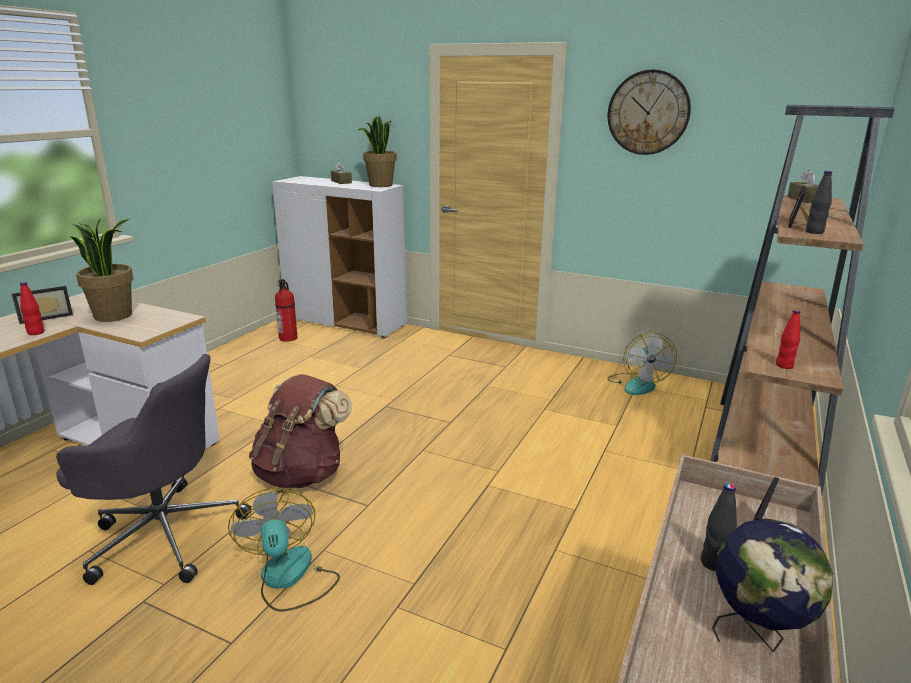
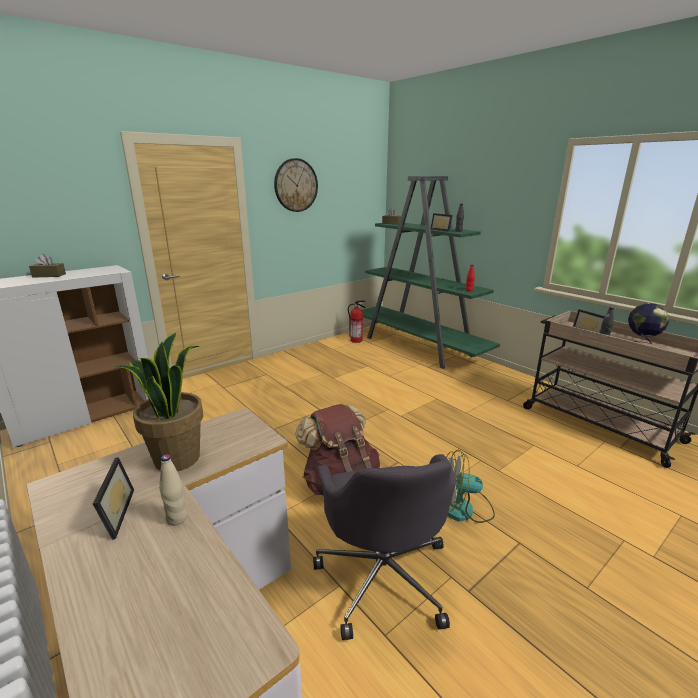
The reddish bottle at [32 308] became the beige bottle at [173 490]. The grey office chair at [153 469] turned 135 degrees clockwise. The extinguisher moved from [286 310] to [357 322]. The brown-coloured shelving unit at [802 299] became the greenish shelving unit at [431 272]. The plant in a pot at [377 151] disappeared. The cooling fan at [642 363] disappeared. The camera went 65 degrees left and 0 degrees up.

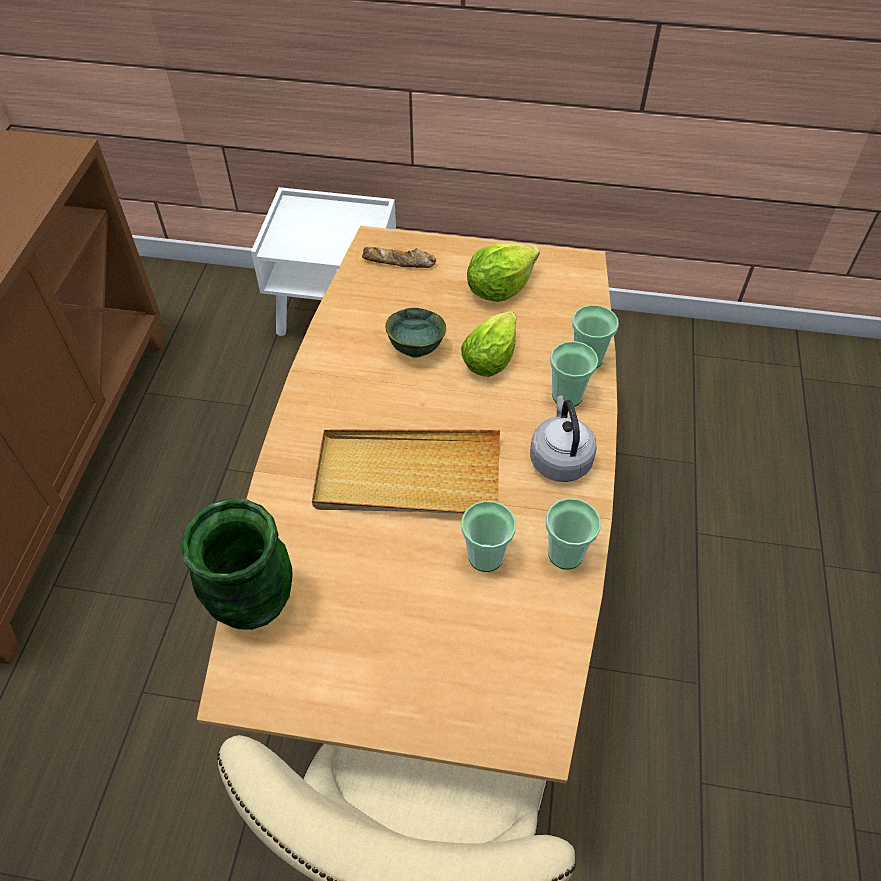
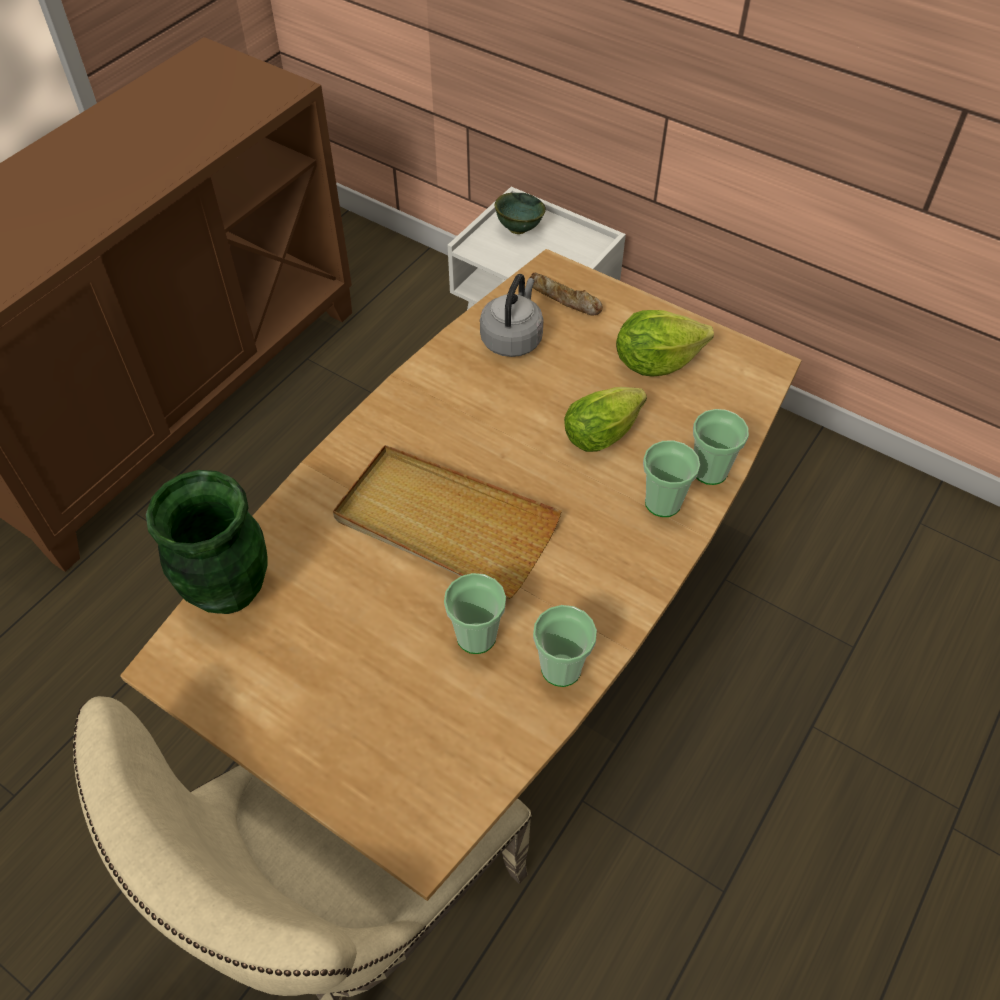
The grey water kettle moved from [563 438] to [511 315]. The greenish serving bowl moved from [416 333] to [520 213]. The camera went 25 degrees right and 0 degrees up.

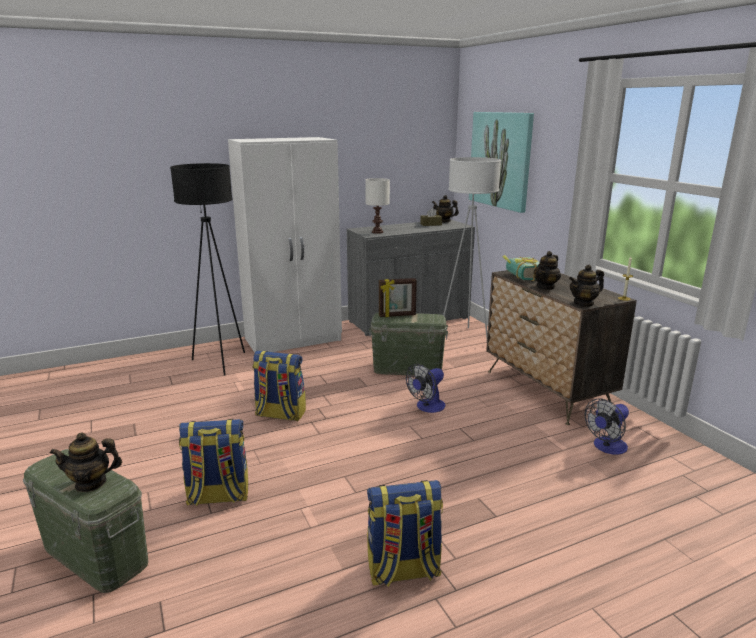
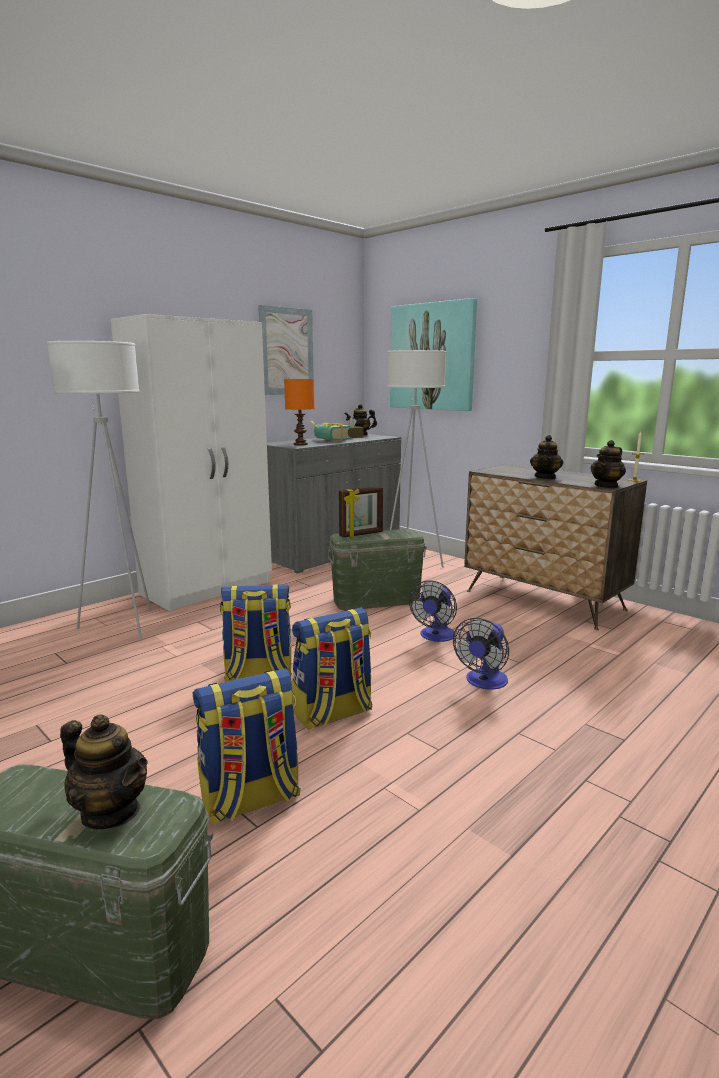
The black standard lamp at [207 269] became the whitish standard lamp at [99 490]. The pot for tea at [86 462] turned 120 degrees counterclockwise. The picture at [286 350] appeared. The whitish tabletop lamp at [377 206] became the orange tabletop lamp at [299 412]. The knapsack moved from [405 533] to [332 669]. The book moved from [521 268] to [331 431]. The cooling fan moved from [606 427] to [481 654]. The camera went 20 degrees left and 5 degrees down.

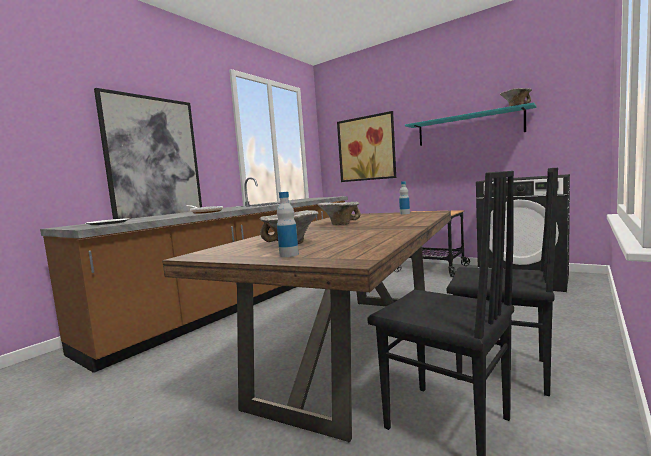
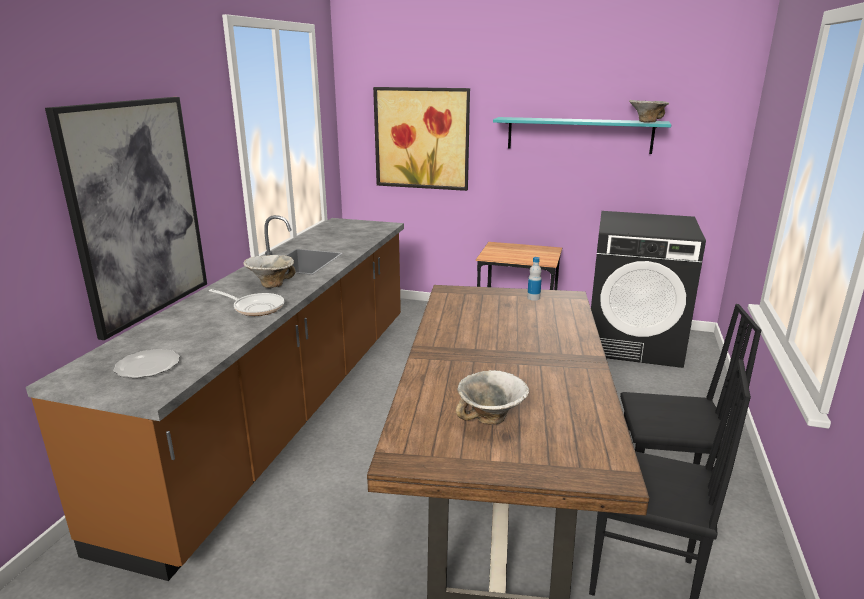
The serving bowl moved from [339 213] to [269 271]. The bottle at [288 224] disappeared. The camera went 20 degrees left and 15 degrees up.

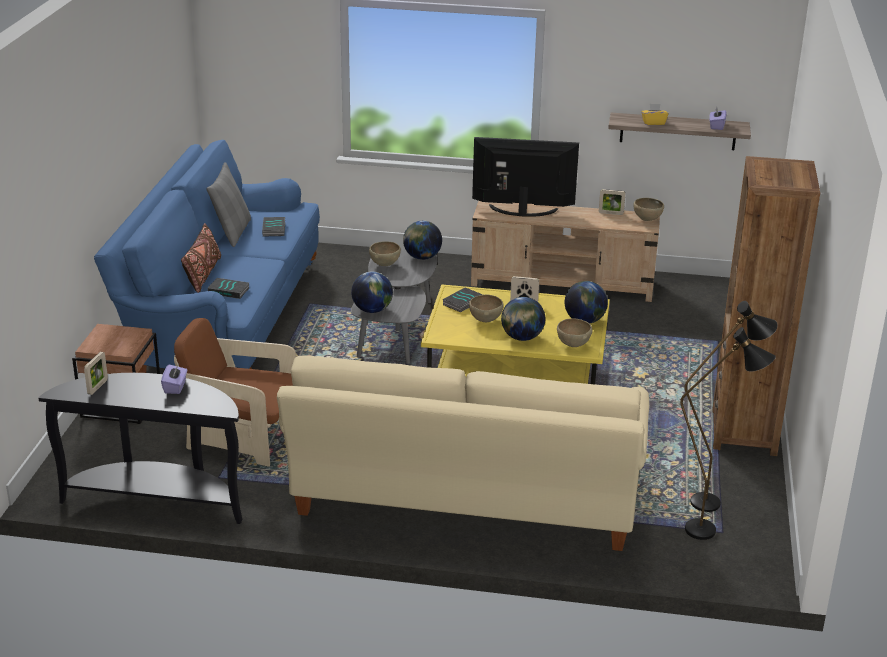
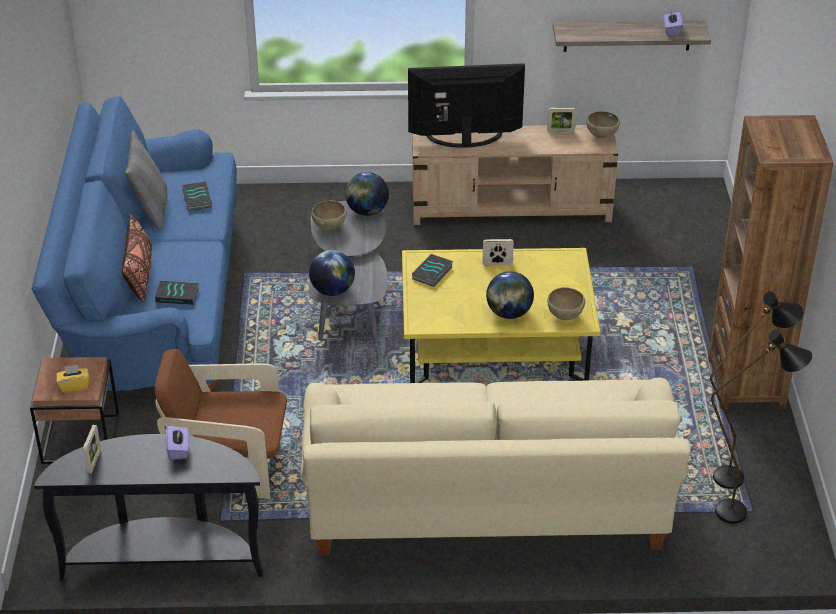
The yellow tissue holder moved from [654 114] to [72 379]. The brown-coloured serving bowl at [486 308] disappeared. The desk globe at [586 302] disappeared. The camera went 10 degrees left and 10 degrees up.

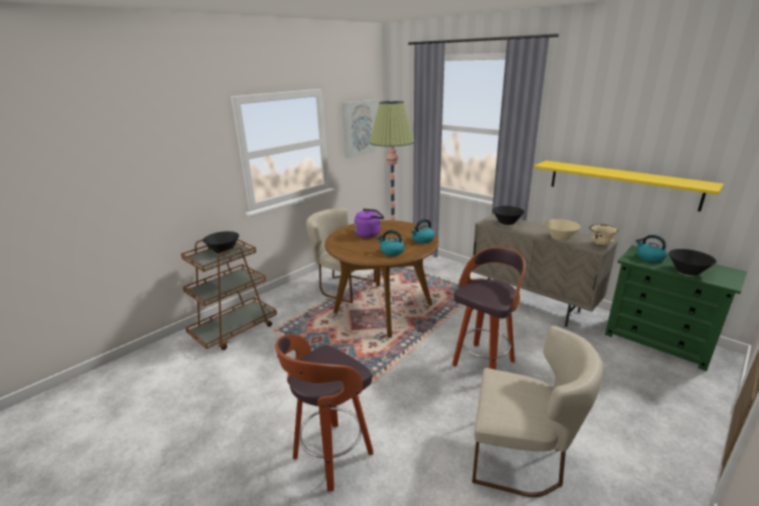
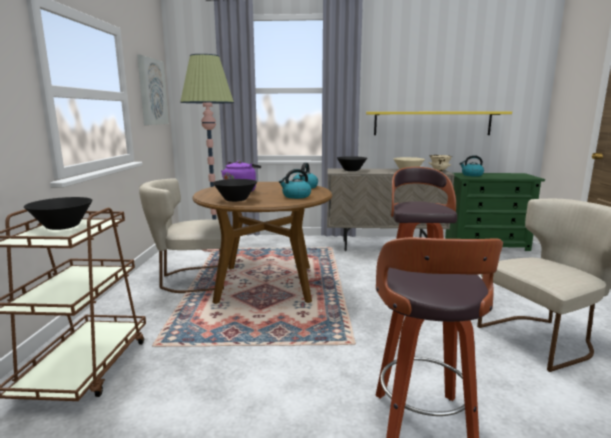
The black serving bowl moved from [693 262] to [235 190]. The camera went 40 degrees left and 10 degrees down.

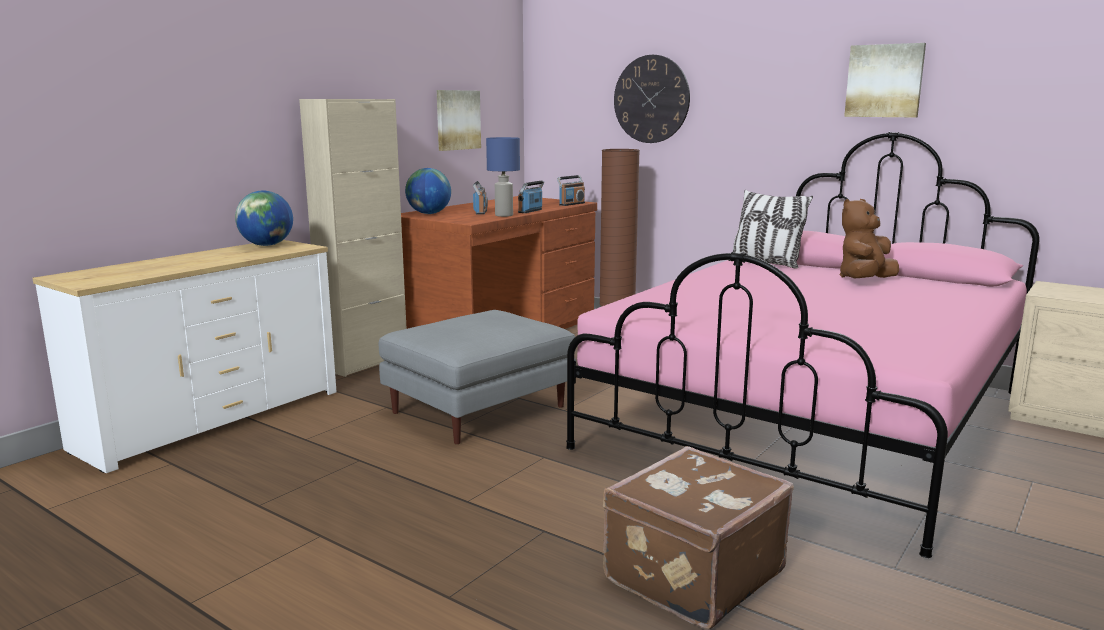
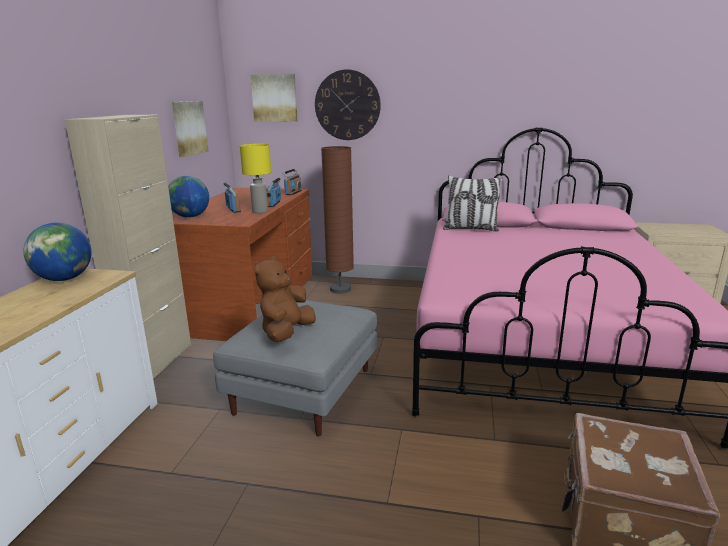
The blue tabletop lamp at [503 177] became the yellow tabletop lamp at [255 178]. The picture moved from [885 80] to [273 98]. The brown-coloured plush toy moved from [869 239] to [285 299]. The camera went 25 degrees left and 5 degrees up.

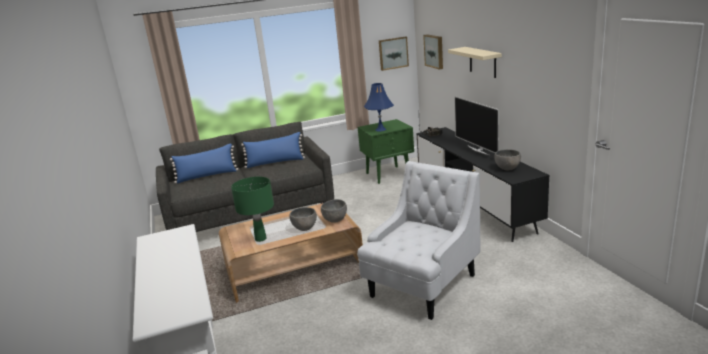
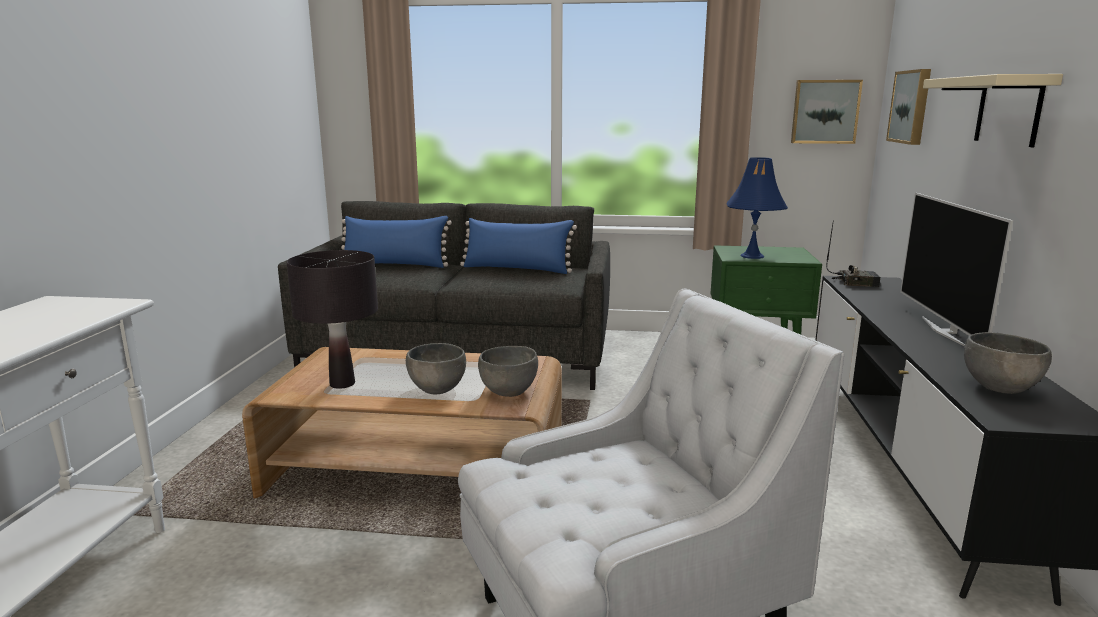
The greenish tabletop lamp at [252 209] became the black tabletop lamp at [332 319]. The camera went 25 degrees right and 5 degrees down.

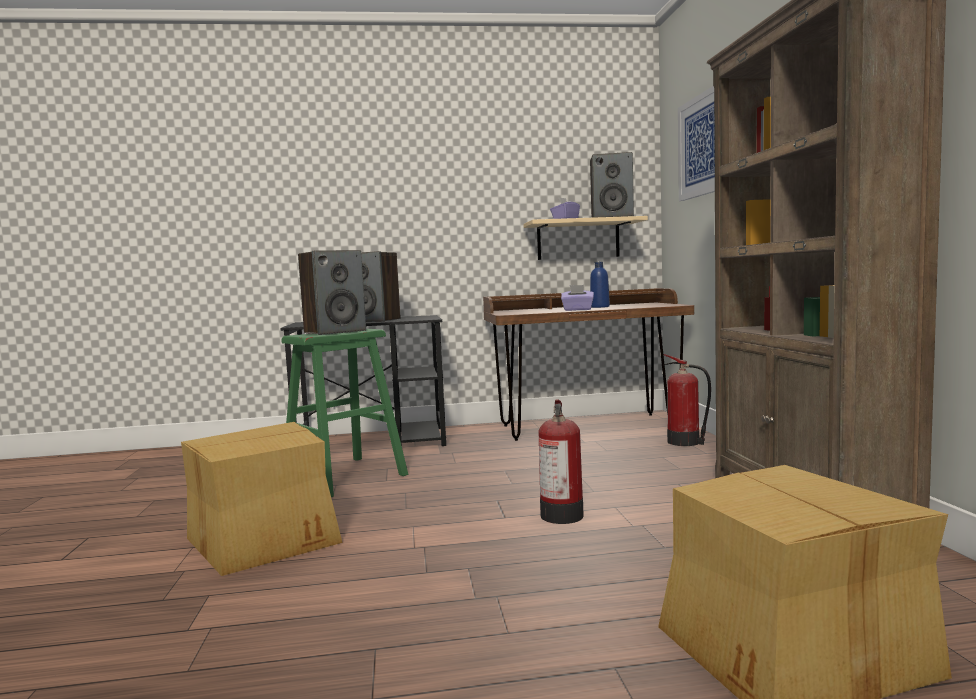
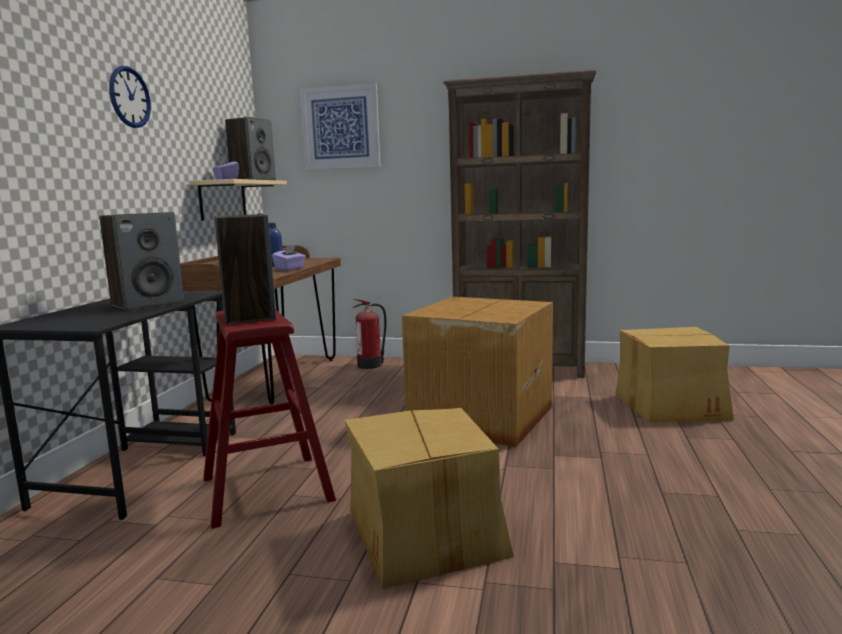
The wall clock at [130 97] appeared. The greenish stool seat at [345 413] became the reddish stool seat at [269 419]. The extinguisher at [561 461] was replaced by the carton at [477 372]. The camera went 70 degrees left and 5 degrees up.

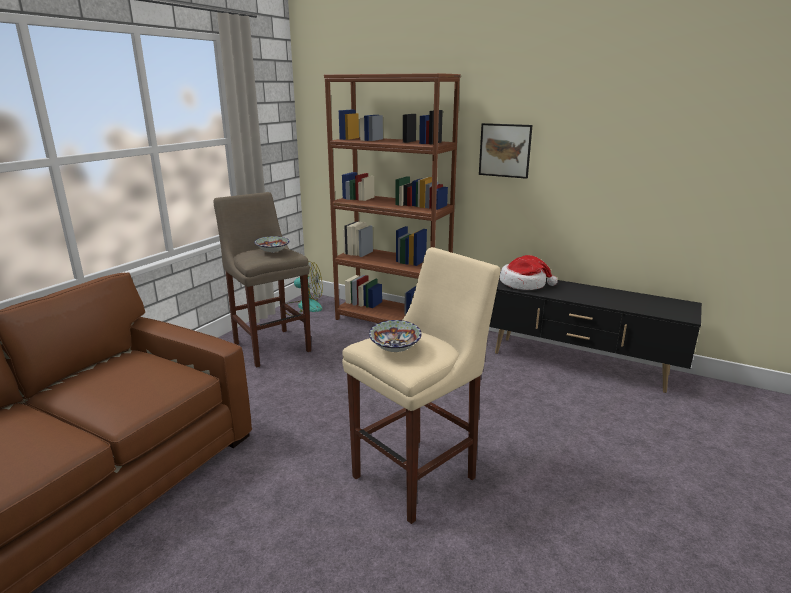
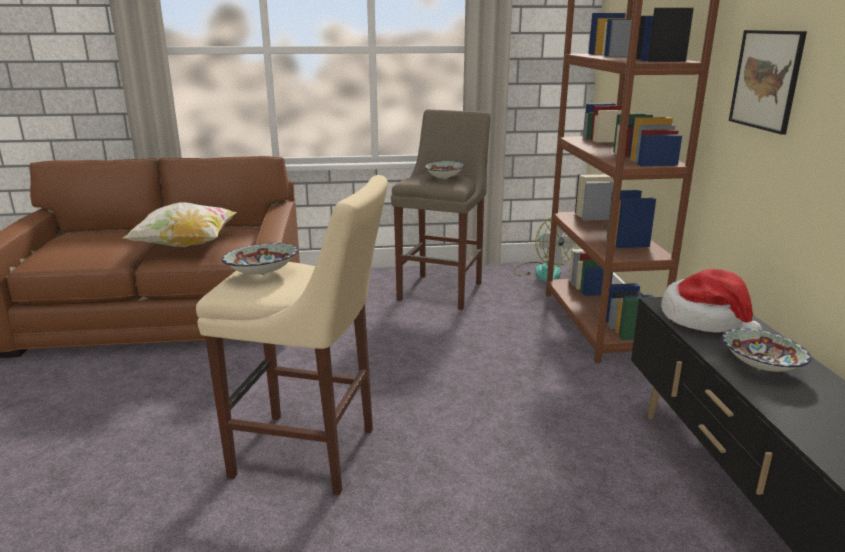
The cushion at [180 225] appeared. The serving bowl at [766 350] appeared. The camera went 55 degrees right and 0 degrees up.

